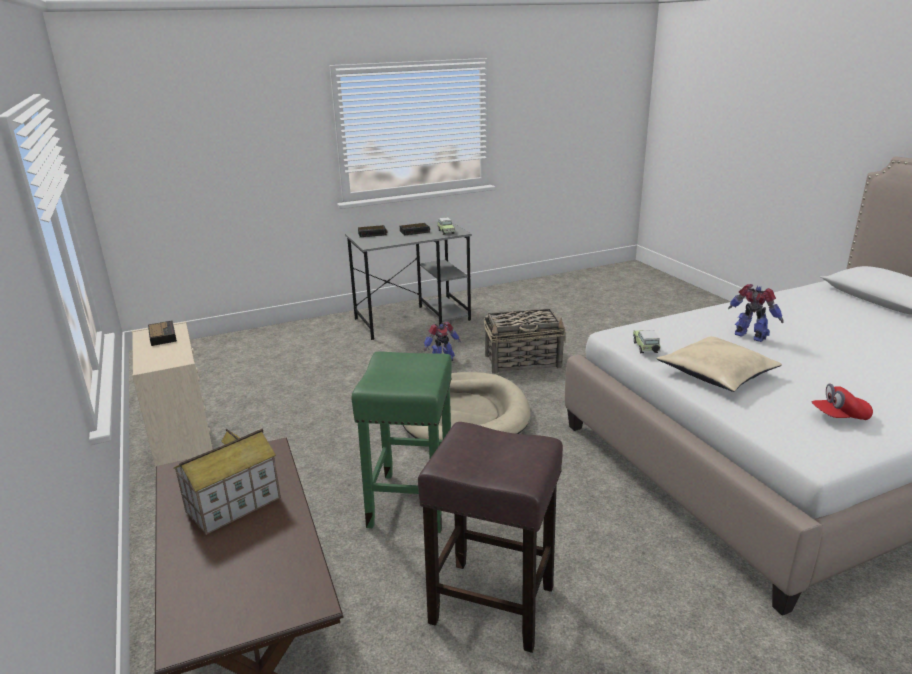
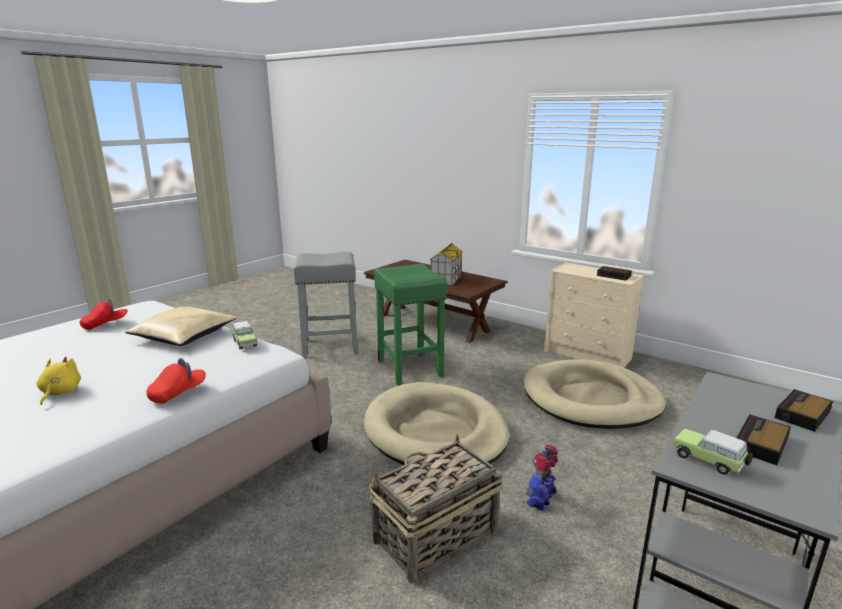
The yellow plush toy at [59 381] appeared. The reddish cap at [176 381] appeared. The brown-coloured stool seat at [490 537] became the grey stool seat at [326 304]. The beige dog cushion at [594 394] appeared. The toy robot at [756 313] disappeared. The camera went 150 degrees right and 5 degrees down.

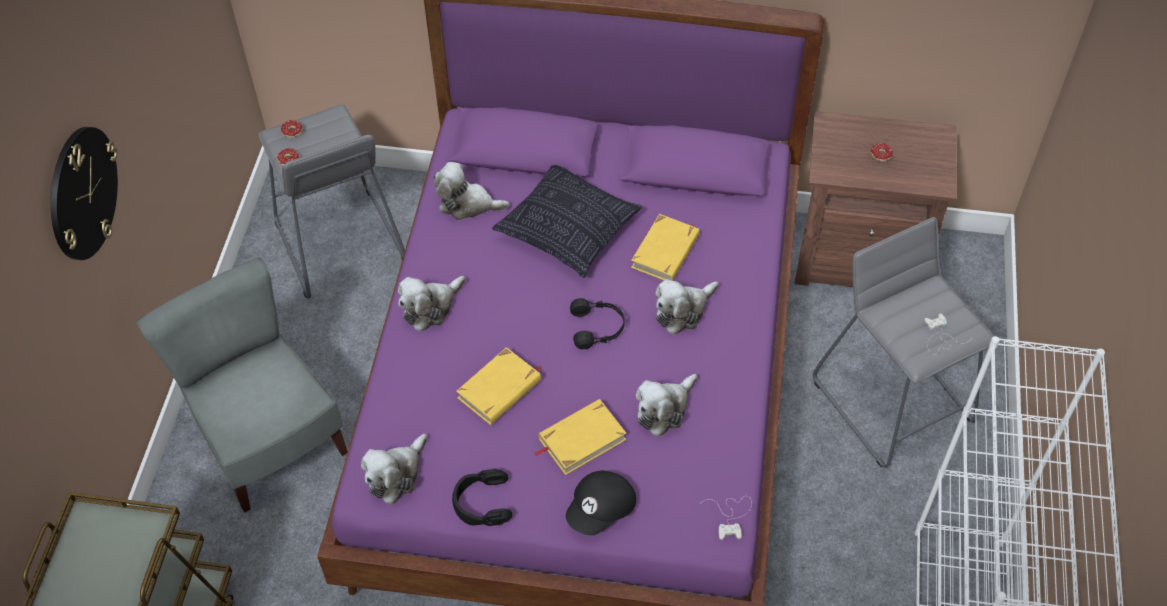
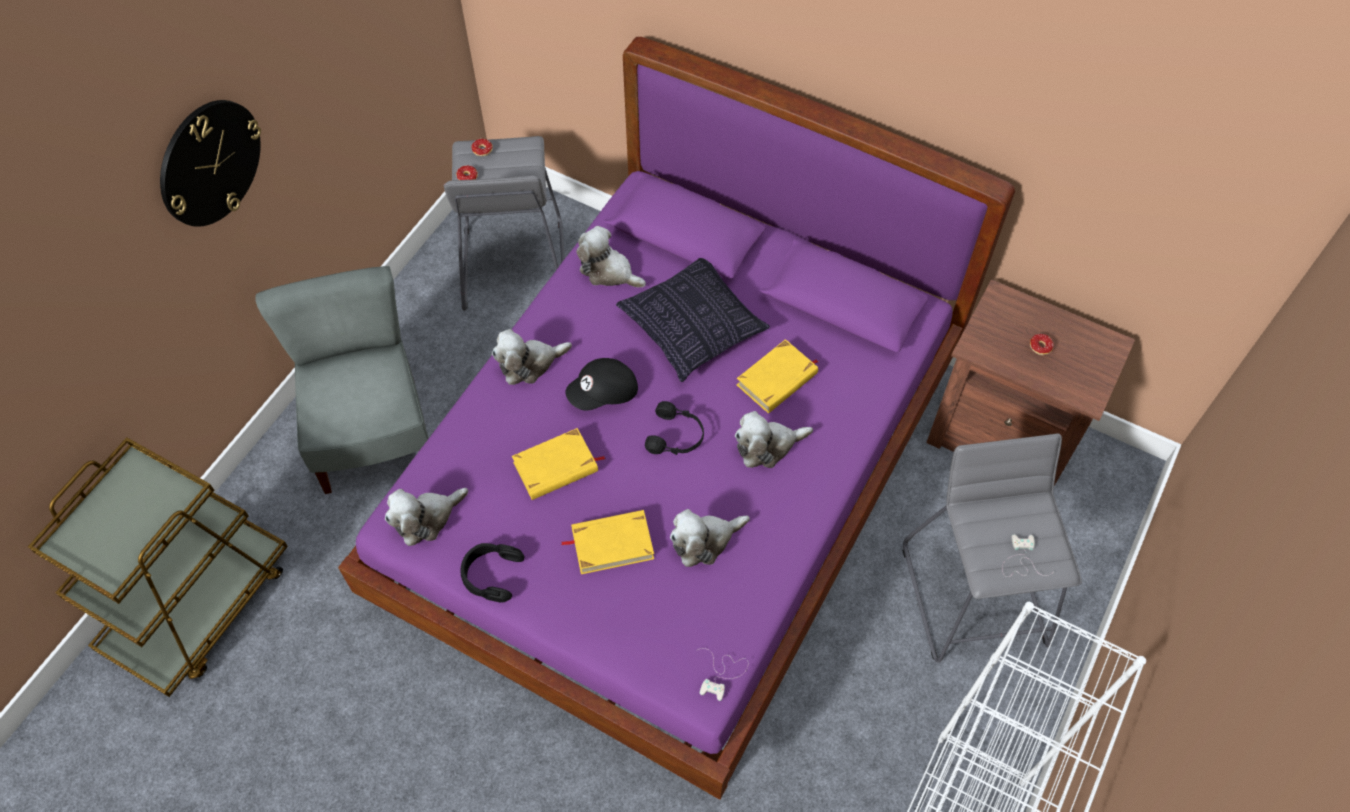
The black cap moved from [601 503] to [602 384]. The camera went 20 degrees right and 5 degrees up.

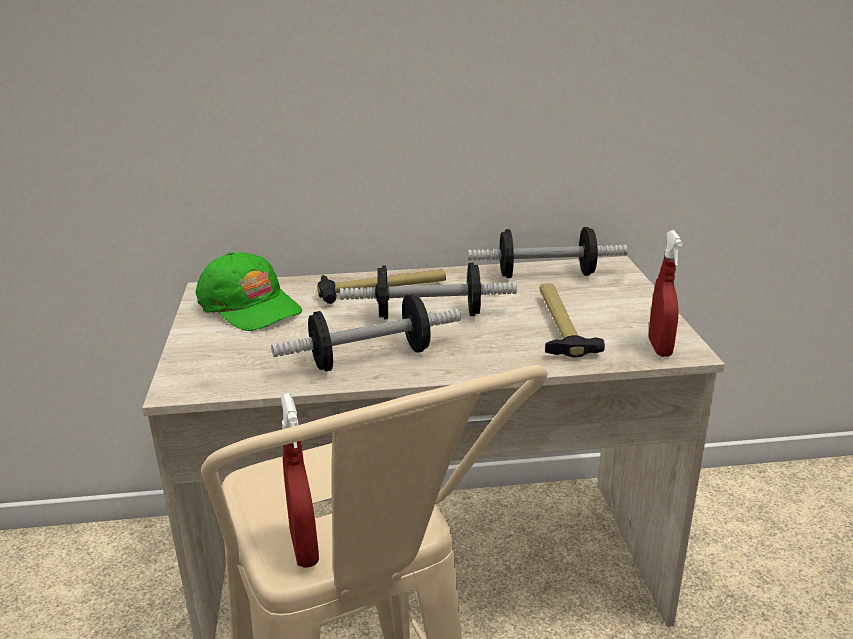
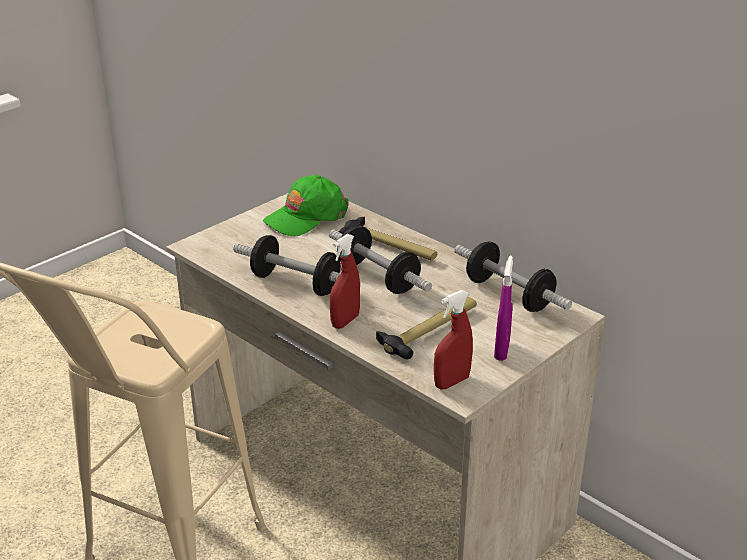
The greenish cap at [249 291] turned 45 degrees clockwise. The reddish spray bottle moved from [300 480] to [345 281]. The purplish spray bottle at [503 308] appeared. The camera went 50 degrees right and 5 degrees up.

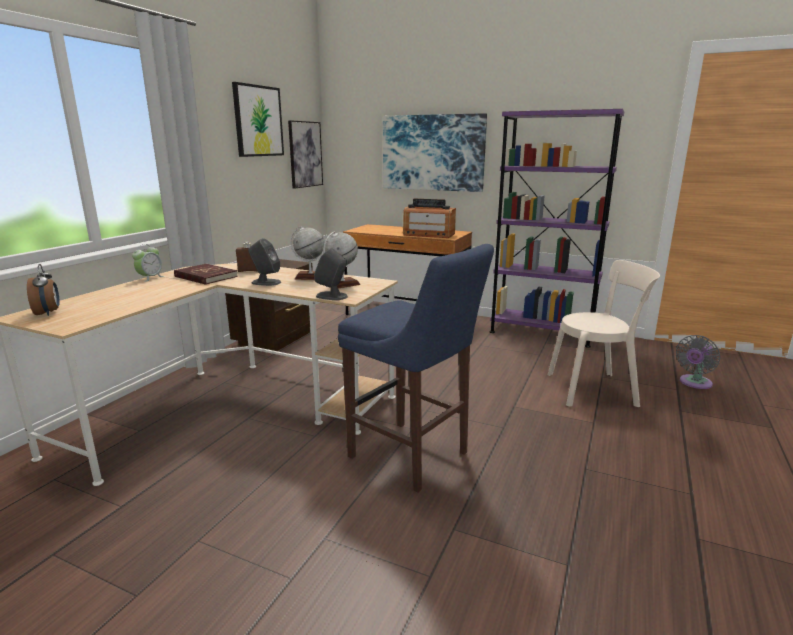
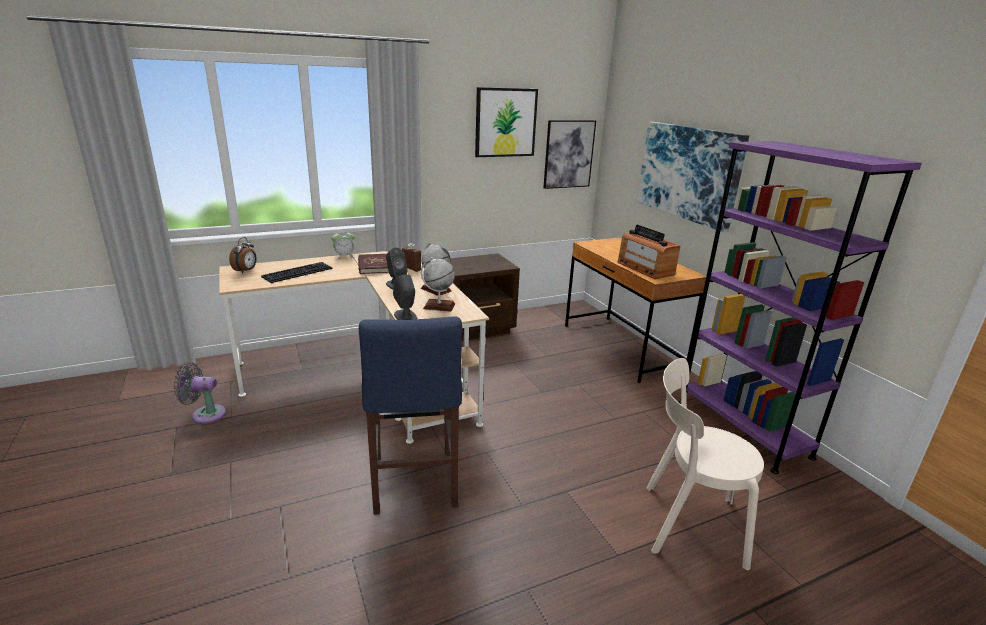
The grey cooling fan moved from [698 362] to [199 393]. The PC keyboard at [297 272] appeared. The beige upright chair at [603 333] turned 150 degrees clockwise. The camera went 40 degrees right and 5 degrees up.

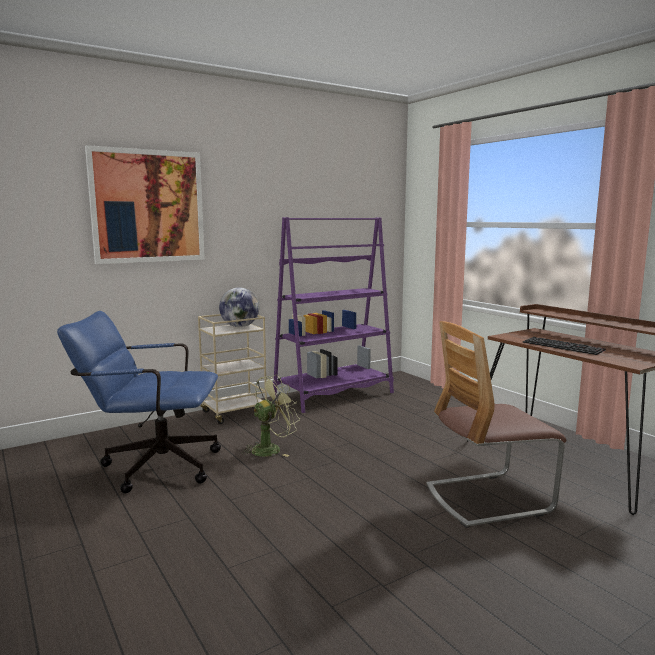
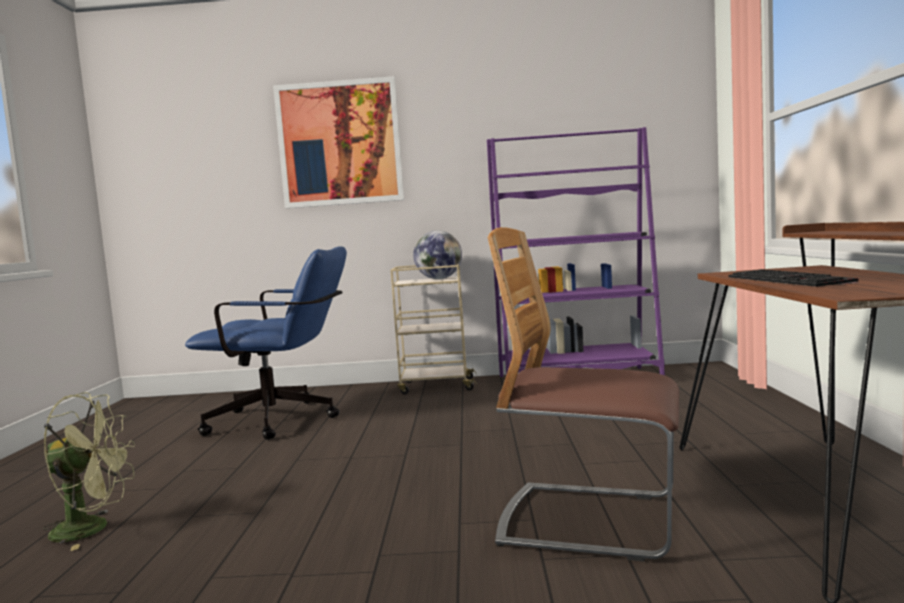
The greenish cooling fan moved from [271 416] to [89 471]. The blue office chair at [139 402] turned 150 degrees clockwise. The camera went 35 degrees right and 5 degrees down.

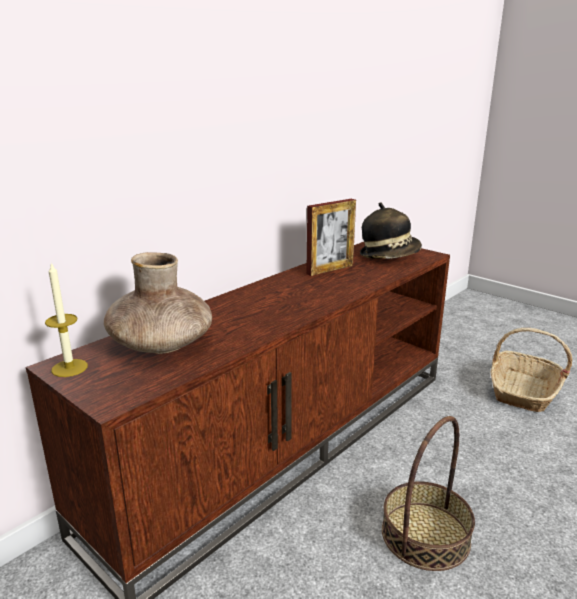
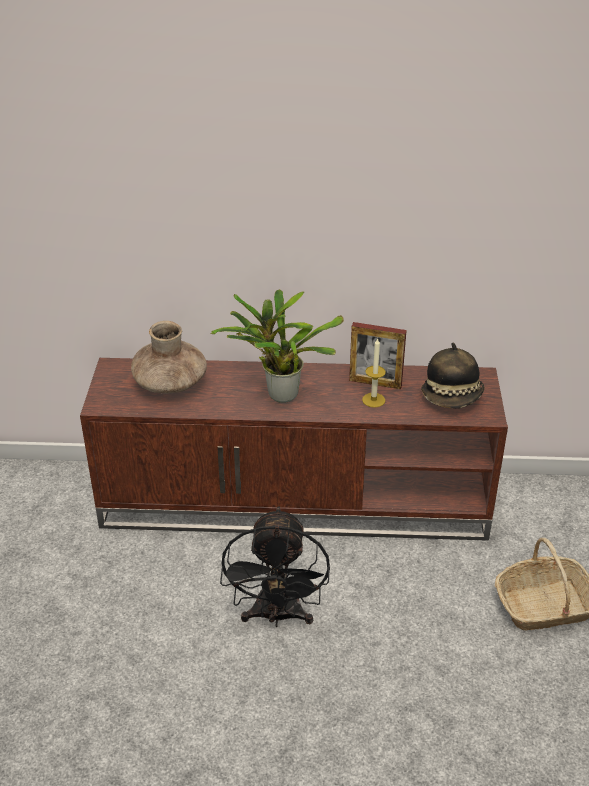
The plant in a pot at [277 346] appeared. The household basket at [428 493] was replaced by the black cooling fan at [275 567]. The wax light moved from [66 320] to [374 373]. The camera went 50 degrees right and 15 degrees up.

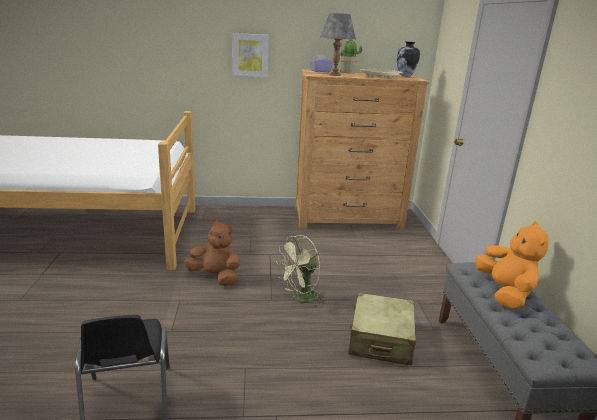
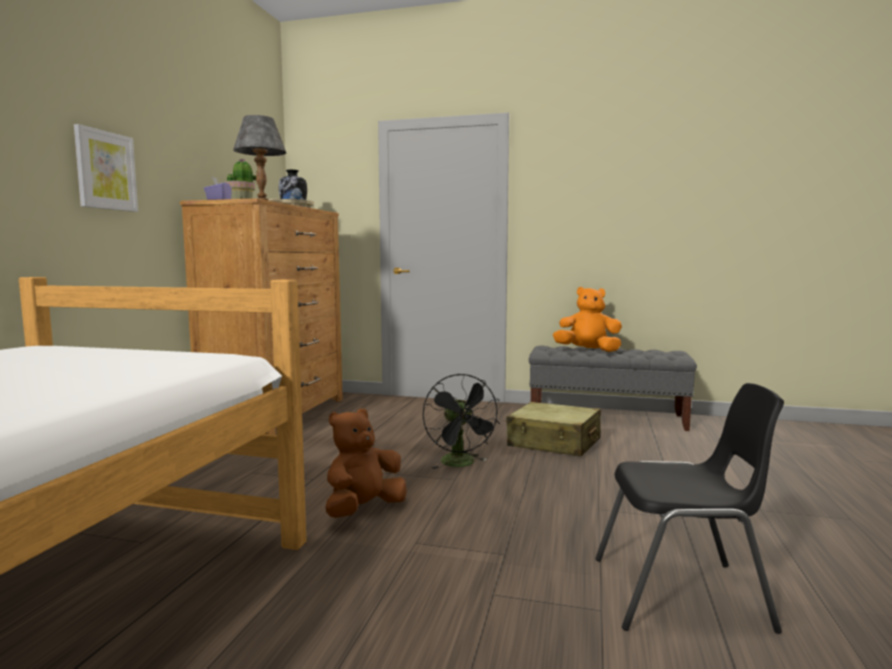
The greenish cooling fan at [301 271] became the black cooling fan at [461 421]. The camera went 70 degrees left and 15 degrees down.

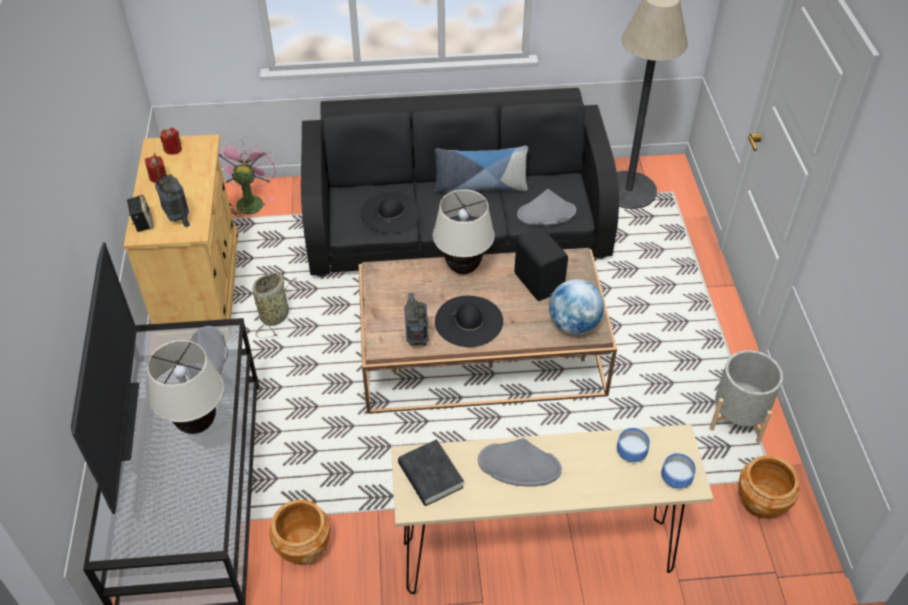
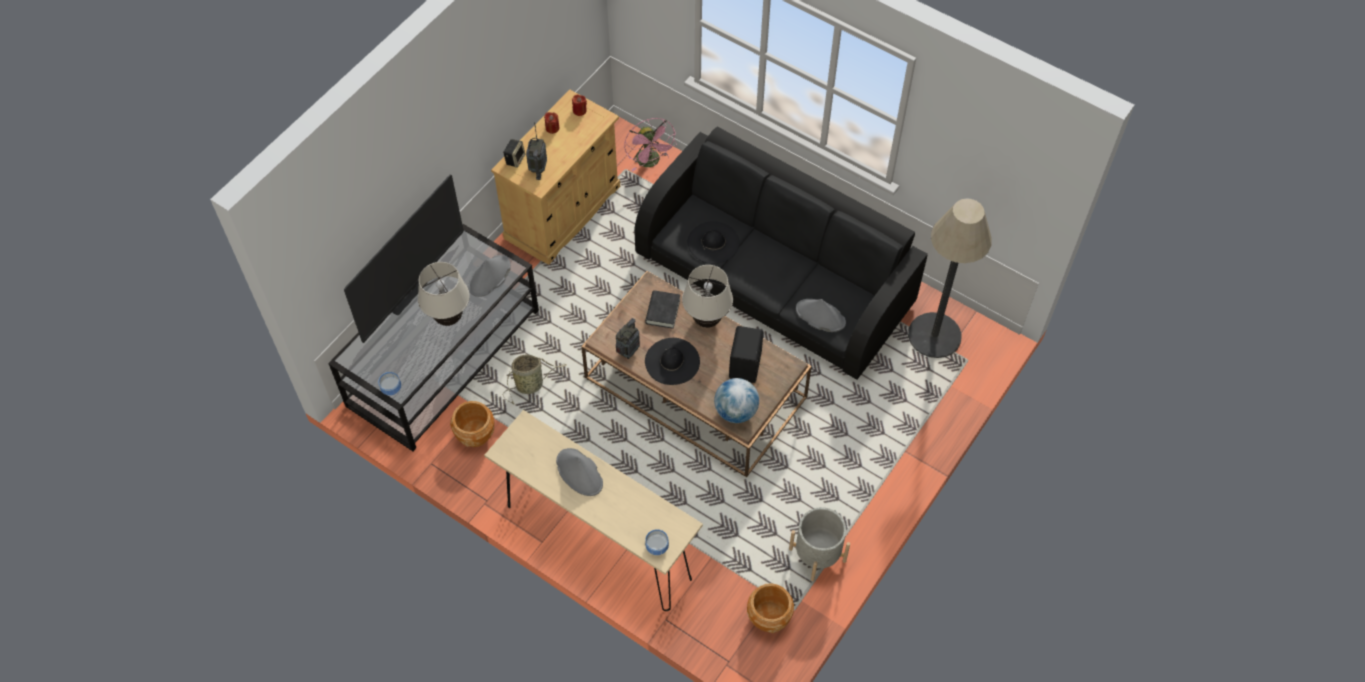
The serving bowl moved from [633 445] to [389 383]. The household basket moved from [275 305] to [535 379]. The pink cooling fan at [247 179] turned 120 degrees clockwise. The black book moved from [431 472] to [662 309]. The cushion at [481 169] disappeared. The camera went 40 degrees right and 10 degrees up.

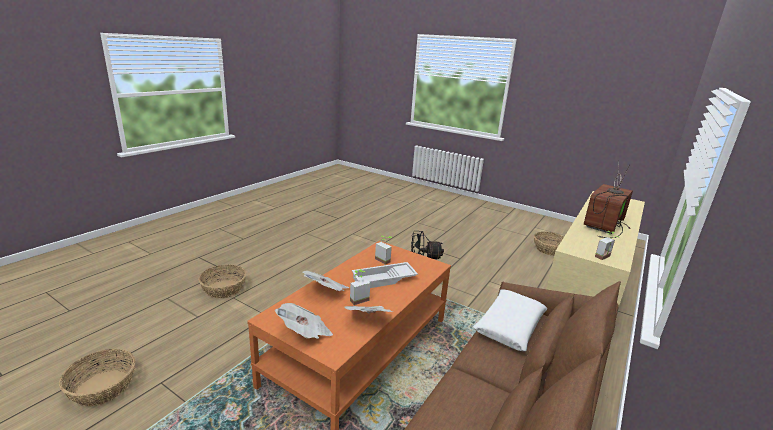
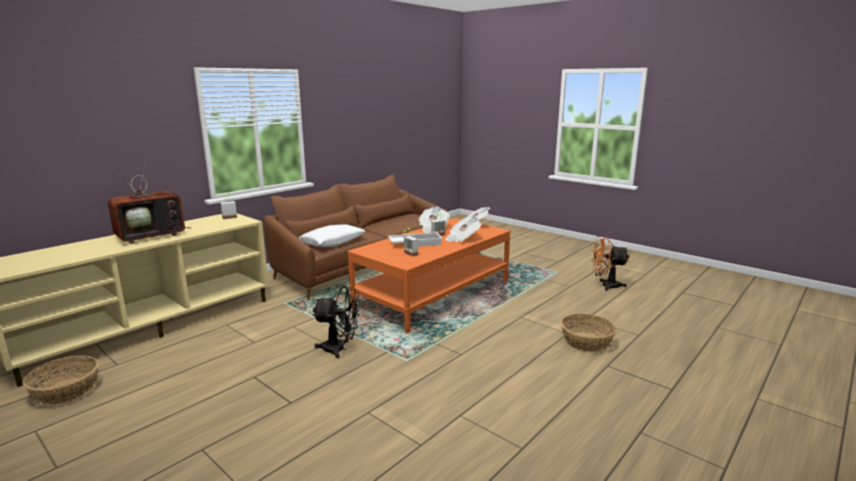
The household basket at [97 377] was replaced by the orange cooling fan at [610 263]. The camera went 170 degrees left and 5 degrees down.

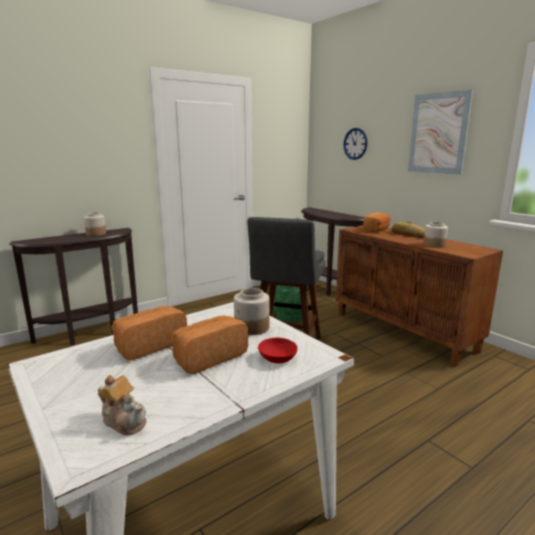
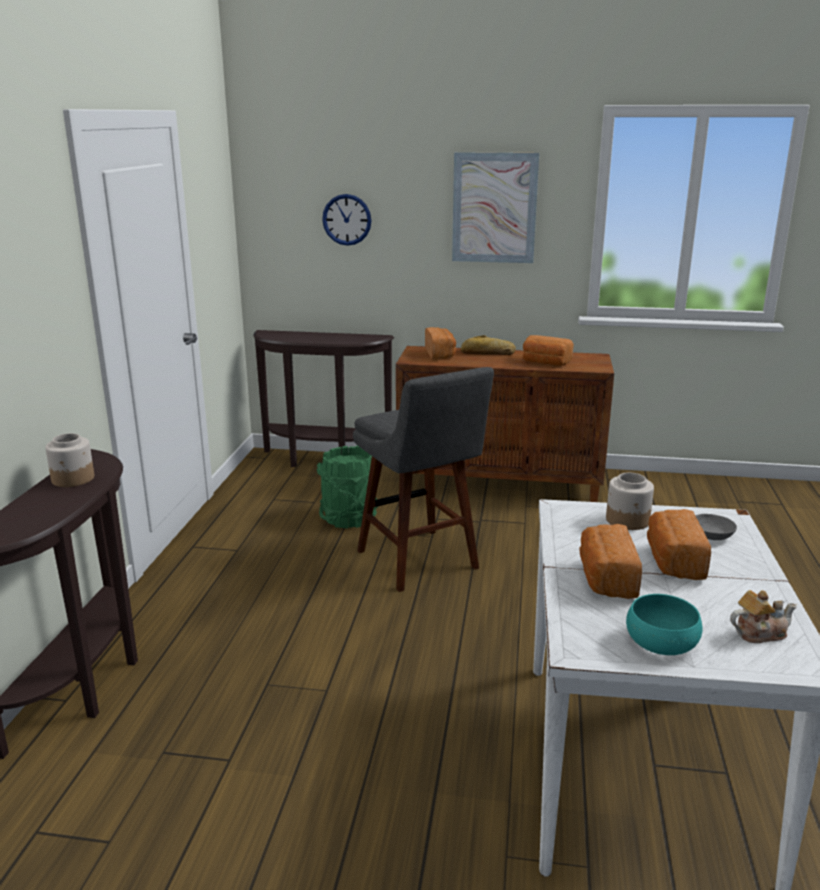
The preserve jar at [436 235] was replaced by the bakery bread at [548 350]. The turquoise serving bowl at [664 624] appeared. The reddish serving bowl at [278 350] became the grey serving bowl at [716 527]. The camera went 45 degrees left and 5 degrees up.

